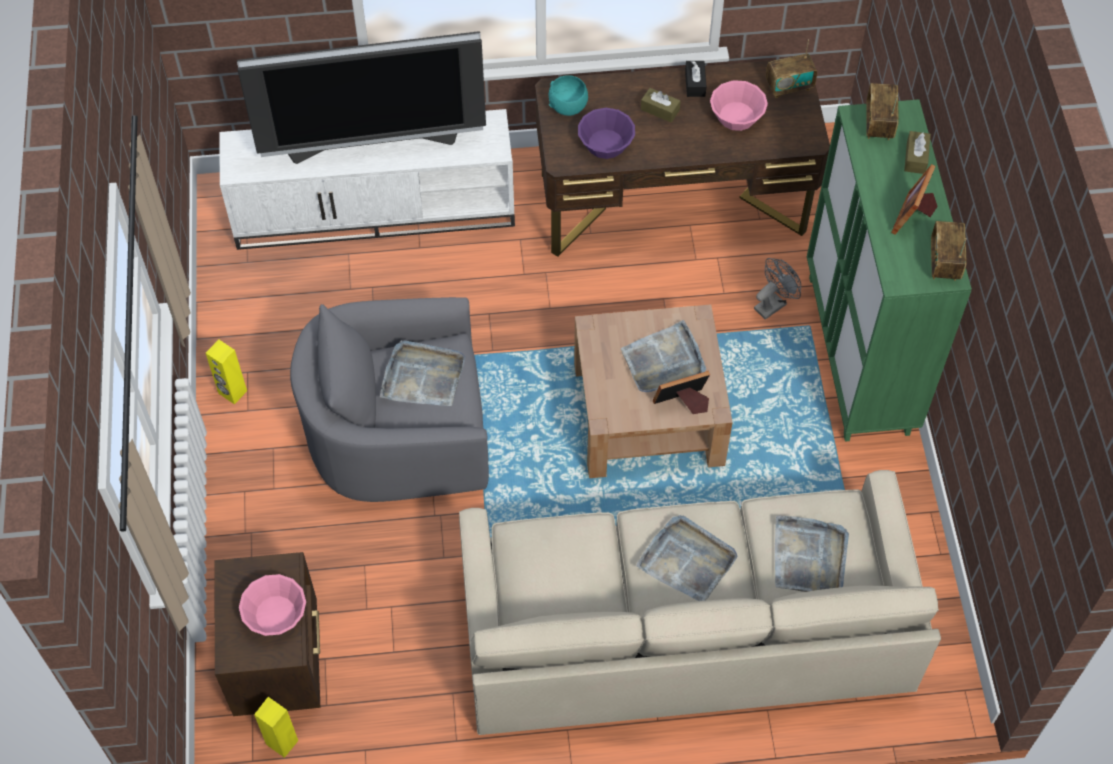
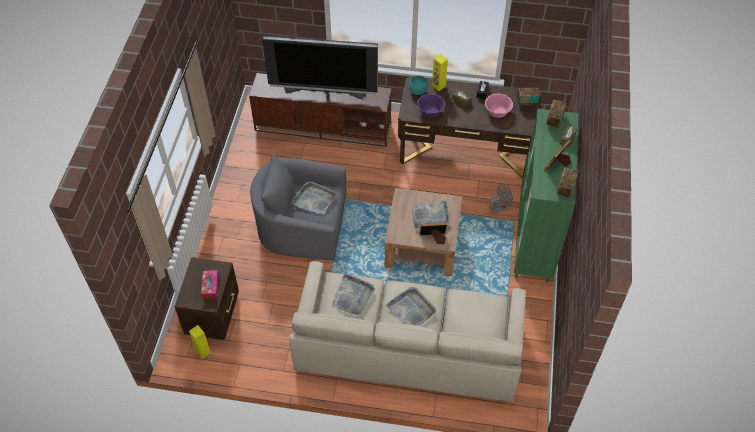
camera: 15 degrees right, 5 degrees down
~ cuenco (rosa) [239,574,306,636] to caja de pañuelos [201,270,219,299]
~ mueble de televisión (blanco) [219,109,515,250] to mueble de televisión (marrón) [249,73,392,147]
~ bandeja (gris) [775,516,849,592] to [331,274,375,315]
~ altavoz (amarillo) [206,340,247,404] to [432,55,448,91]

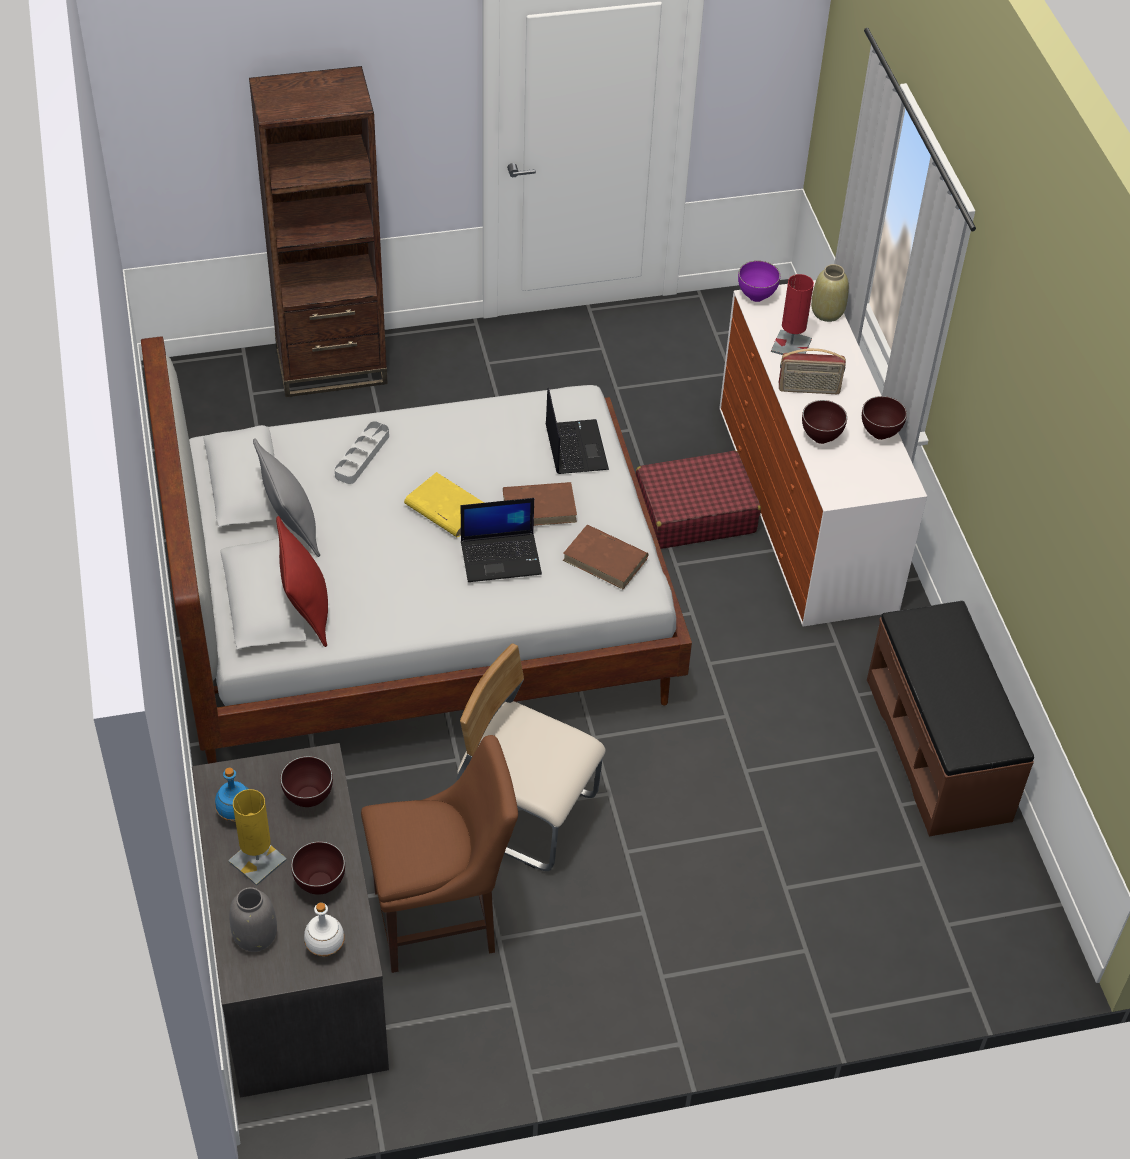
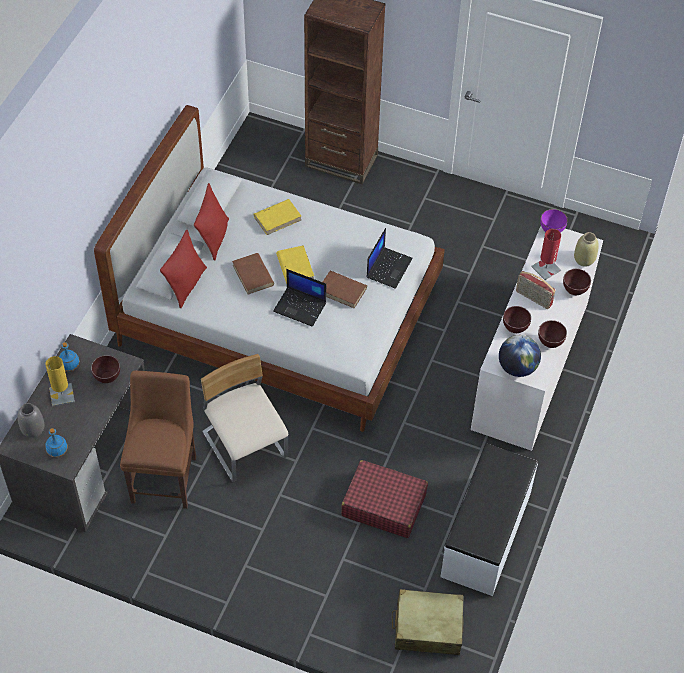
camera: 35 degrees right, 5 degrees up
~ botella (blanco) [304,902,344,957] to botella (azul) [45,428,68,457]
~ silla (marrón) [361,735,518,973] = [120,371,196,509] 105 degrees counterclockwise
~ cojín (gris) [253,438,320,557] to cojín (rojo) [194,184,229,261]
~ libro (marrón) [563,525,648,589] to [232,253,274,294]
~ bandeja (gris) [335,421,389,484] to libro (amarillo) [253,199,301,235]
~ maleta (rojo) [636,451,761,549] to [341,460,428,538]
+ maleta (beis) [392,589,464,655]
~ banco (marrón) [867,601,1034,836] to banco (blanco) [440,443,538,596]
+ globo terráqueo [499,335,541,377]
~ cuenco (marrón) [291,841,345,895] to [563,269,591,295]

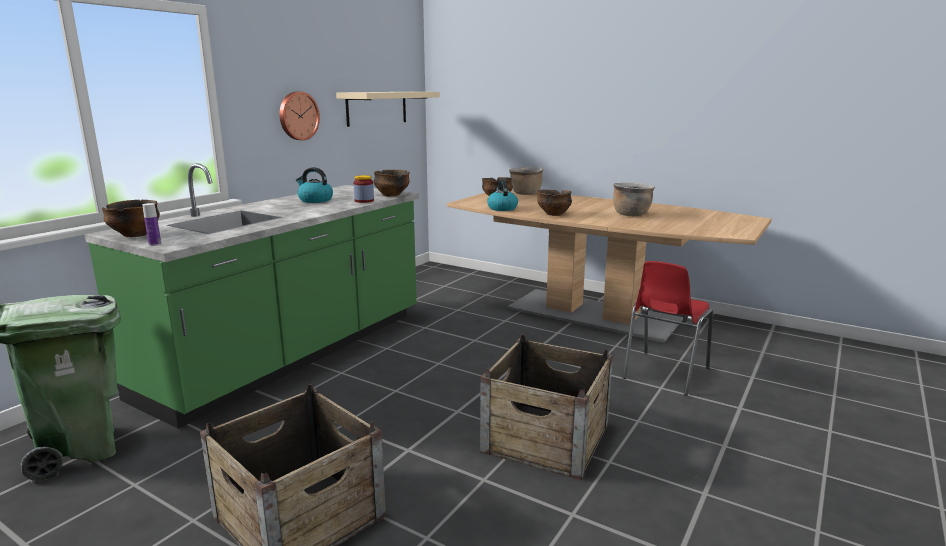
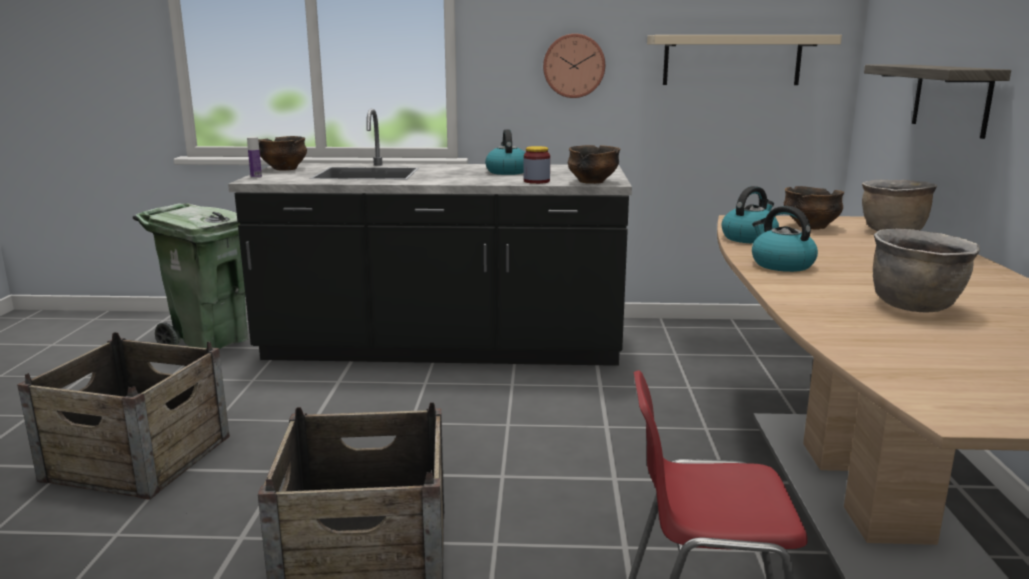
camera: 60 degrees right, 0 degrees up
~ mueble bajo de cocina (verde) [84,163,419,429] to mueble bajo de cocina (negro) [228,108,632,366]
~ cuenco [537,190,572,216] to hervidor [752,206,818,272]
+ estante [864,65,1011,139]

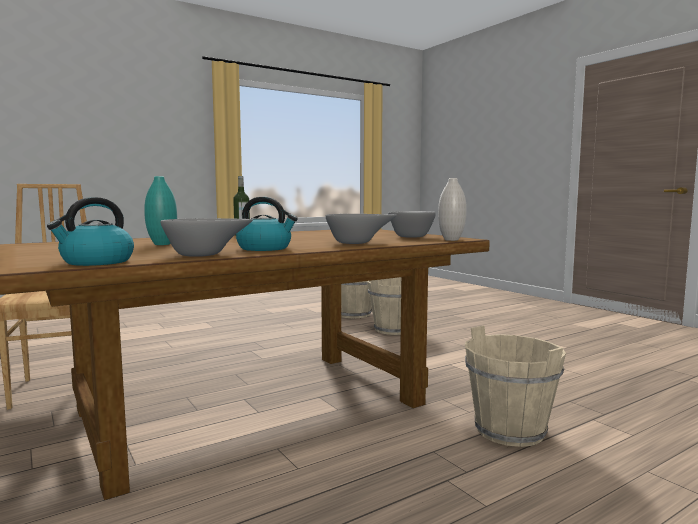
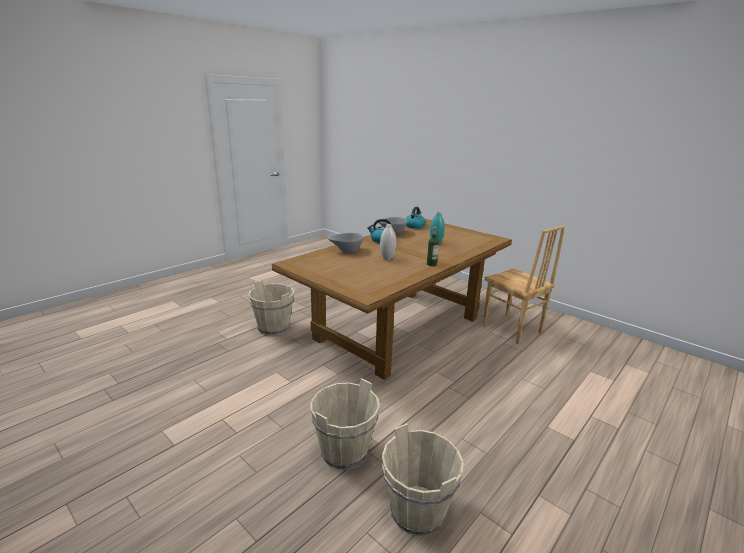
camera: 165 degrees right, 15 degrees up
~ florero (blanco) [438,178,467,241] to [380,224,396,260]
- cuenco (gris) [388,211,436,238]

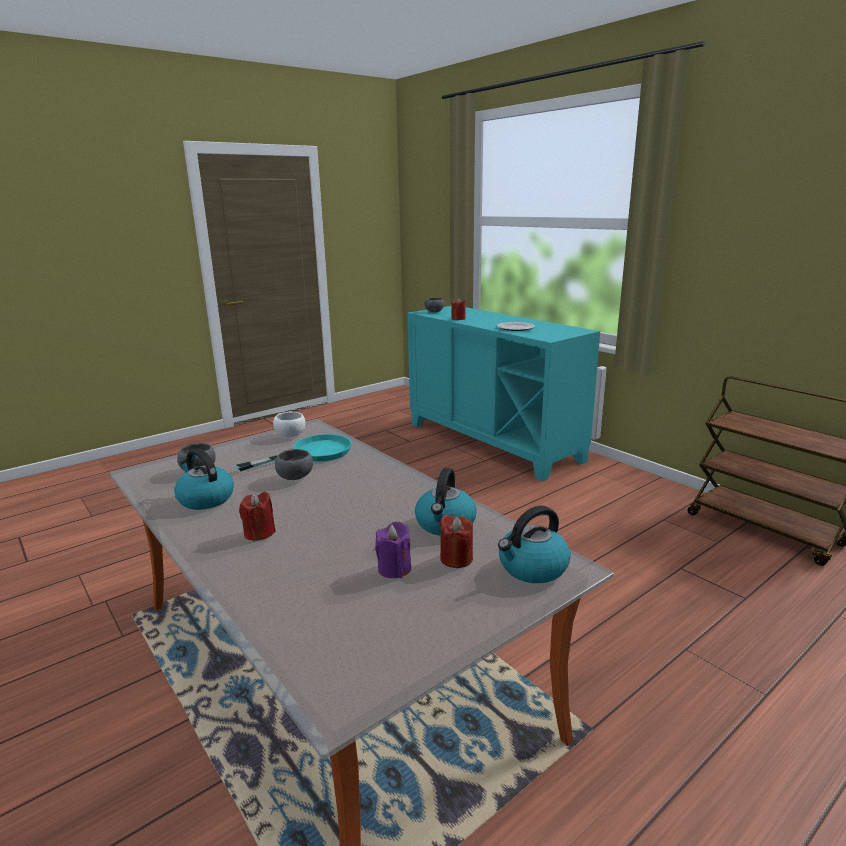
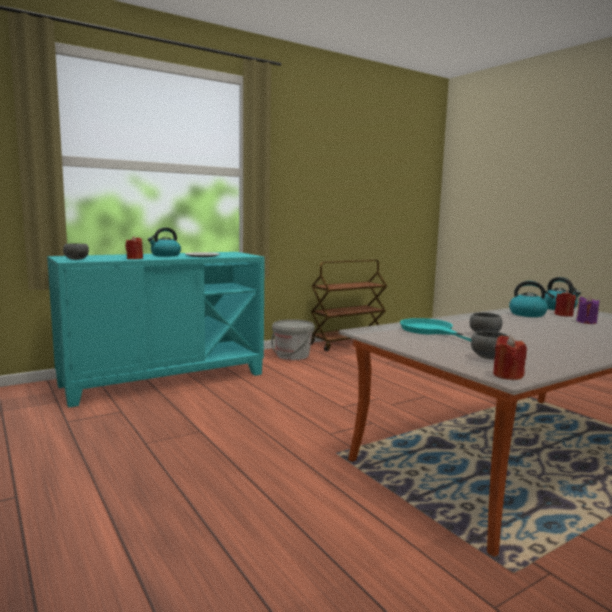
camera: 85 degrees left, 10 degrees down
~ hervidor [174,449,234,510] to [147,227,181,257]
+ cubo (gris) [271,319,315,360]
~ vela (rojo) [239,492,276,541] to [493,335,527,380]
- cuenco (blanco) [273,412,305,437]

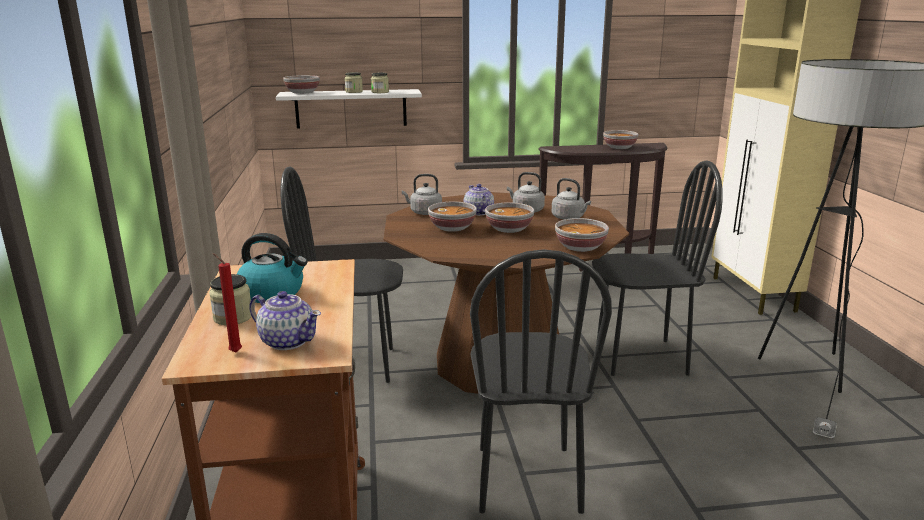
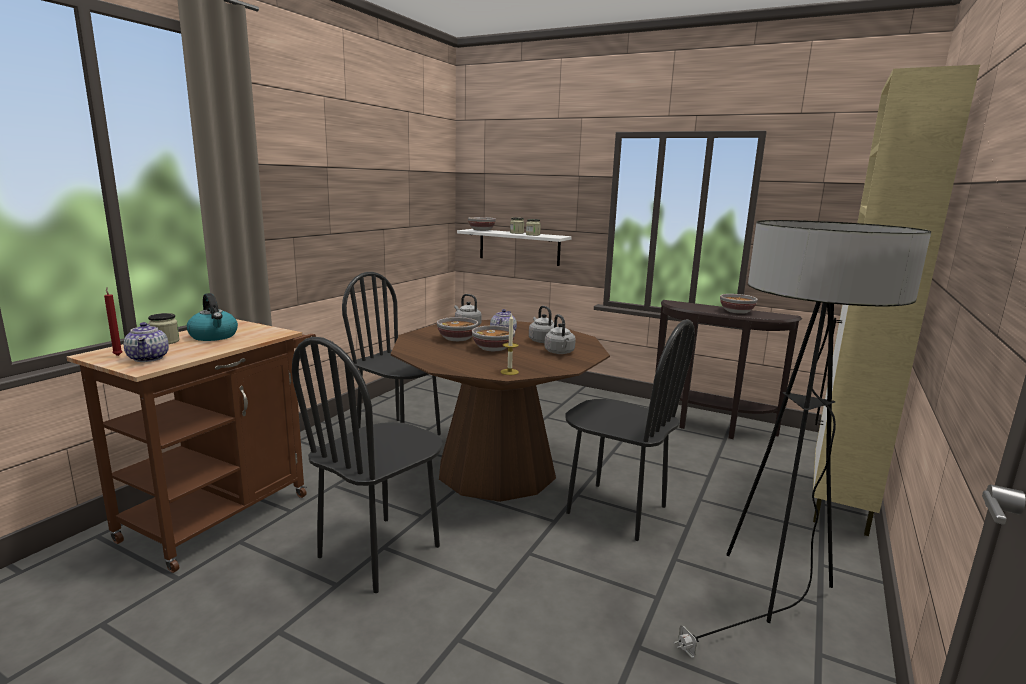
camera: 35 degrees right, 5 degrees down
~ cuenco [555,218,609,252] to vela [501,314,519,375]

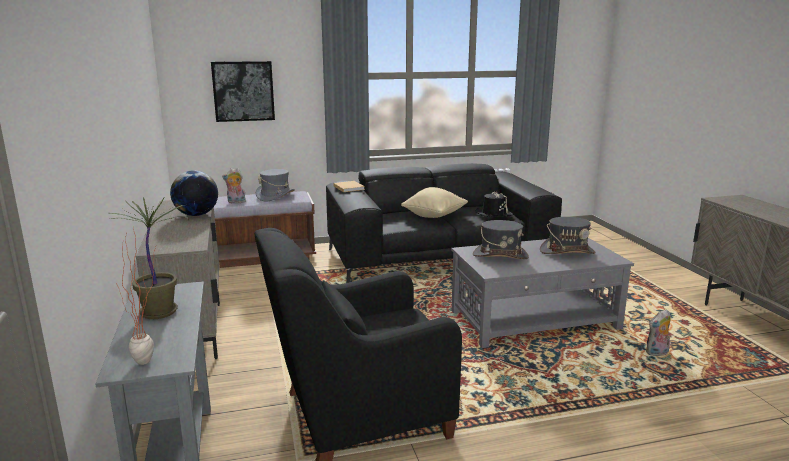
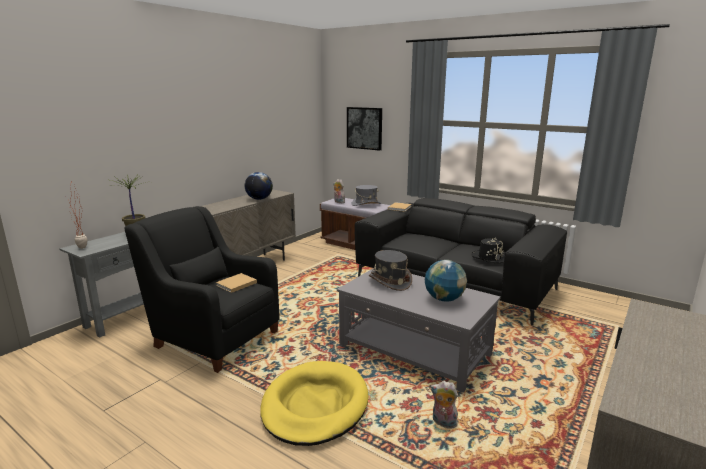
camera: 50 degrees right, 0 degrees up
+ libro (beis) [216,273,257,293]
+ cama para perro (amarillo) [260,361,369,446]
~ sombrero (gris) [540,217,596,254] to globo terráqueo [425,260,467,301]
- cojín (beis) [401,187,468,218]

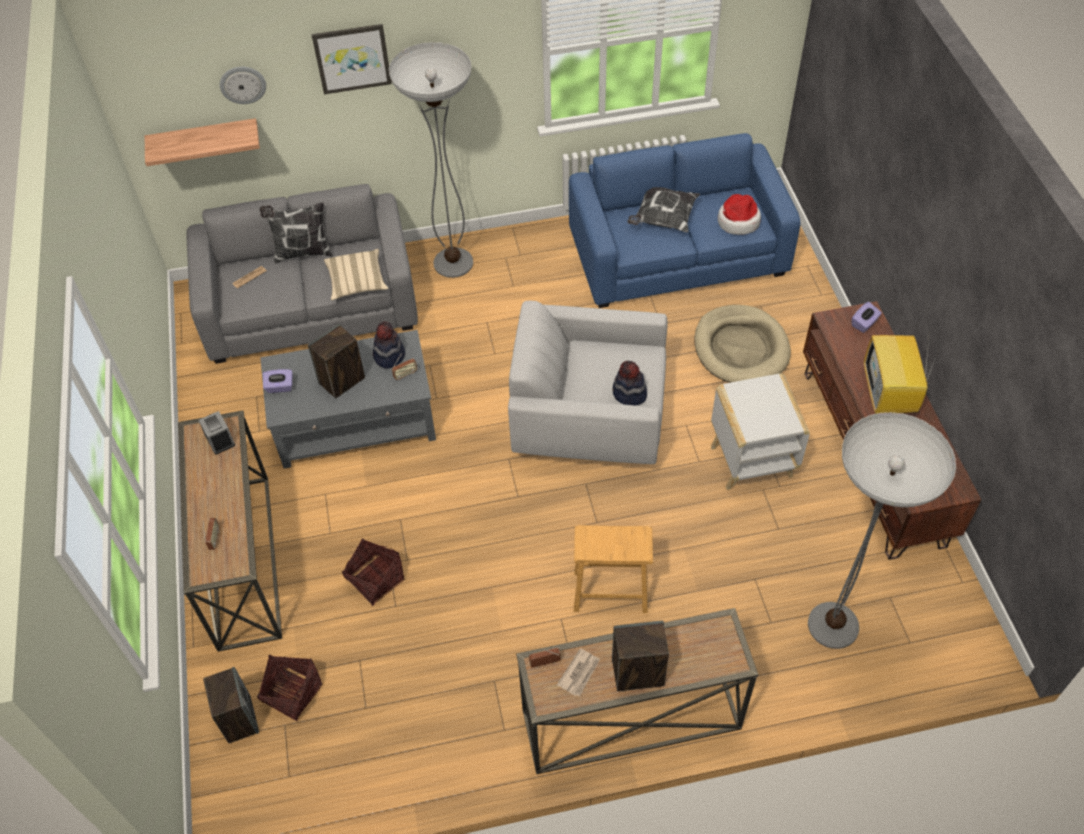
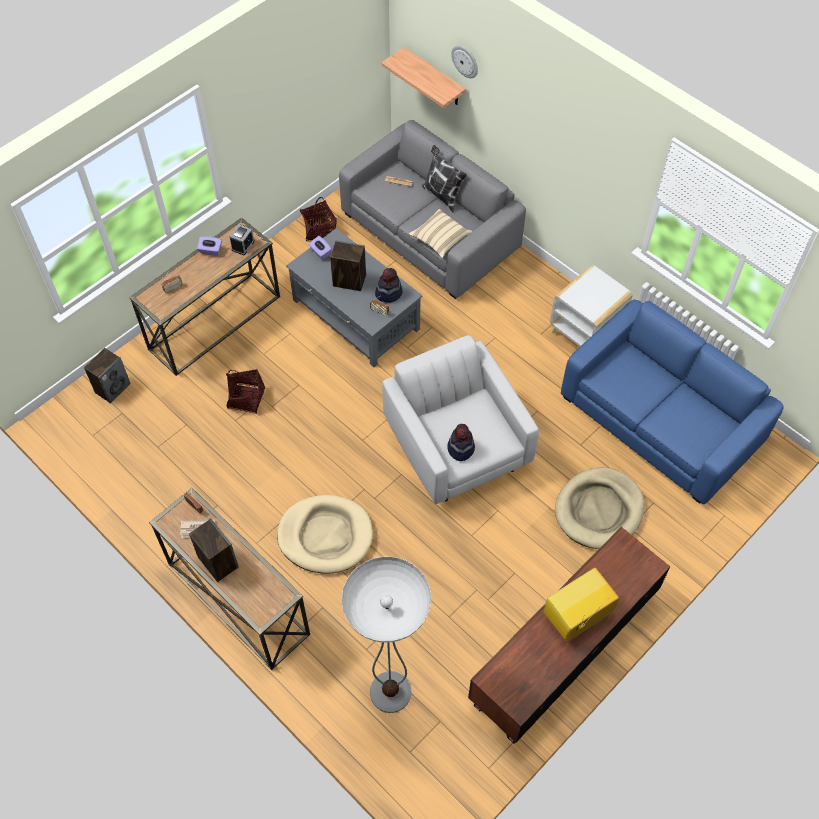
camera: 55 degrees right, 5 degrees up
~ caja de pañuelos (morado) [852,302,882,333] to [197,236,222,256]
~ taburete (marrón) [574,525,653,613] to cama para perro (beis) [277,495,373,574]
~ cesta [257,655,322,722] to [300,197,337,241]
~ mesa auxiliar (blanco) [711,373,810,490] to [550,265,633,346]
- cuadro [312,24,392,94]
- lámpara de pie [389,42,473,278]
- cojín [627,187,700,232]
- sombrero [718,194,761,235]

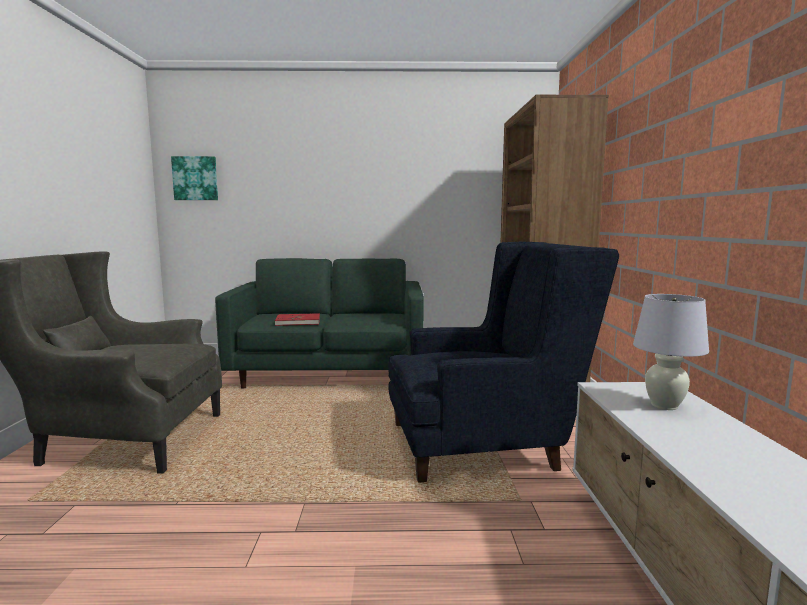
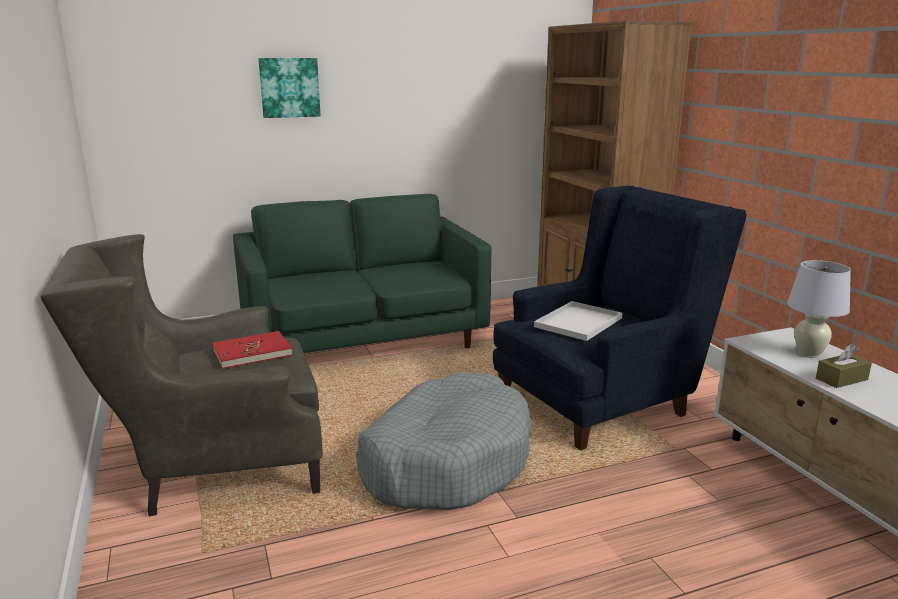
camera: 20 degrees left, 10 degrees up
~ libro (rojo) [275,313,320,326] to [212,331,293,369]
~ cuadro [171,156,218,200] to [258,58,321,118]
+ cama para perro (gris) [356,372,533,510]
+ bandeja (blanco) [534,301,623,341]
+ caja de pañuelos (marrón) [816,344,872,388]

